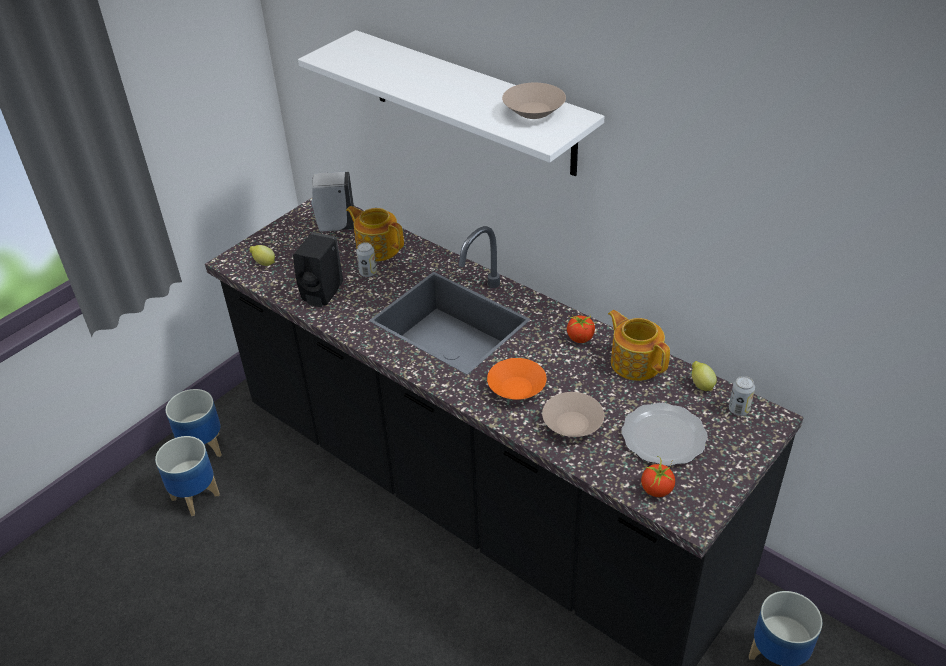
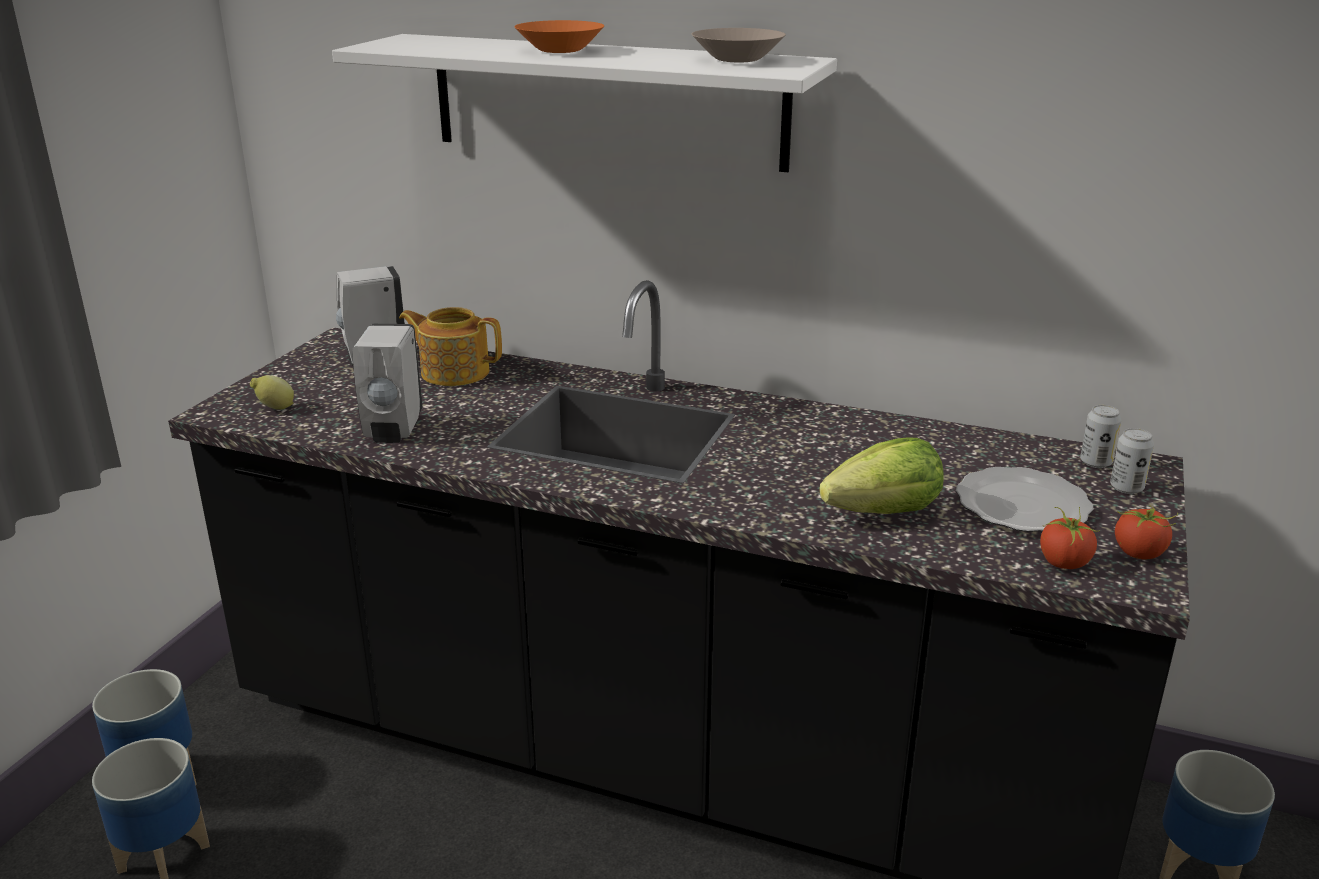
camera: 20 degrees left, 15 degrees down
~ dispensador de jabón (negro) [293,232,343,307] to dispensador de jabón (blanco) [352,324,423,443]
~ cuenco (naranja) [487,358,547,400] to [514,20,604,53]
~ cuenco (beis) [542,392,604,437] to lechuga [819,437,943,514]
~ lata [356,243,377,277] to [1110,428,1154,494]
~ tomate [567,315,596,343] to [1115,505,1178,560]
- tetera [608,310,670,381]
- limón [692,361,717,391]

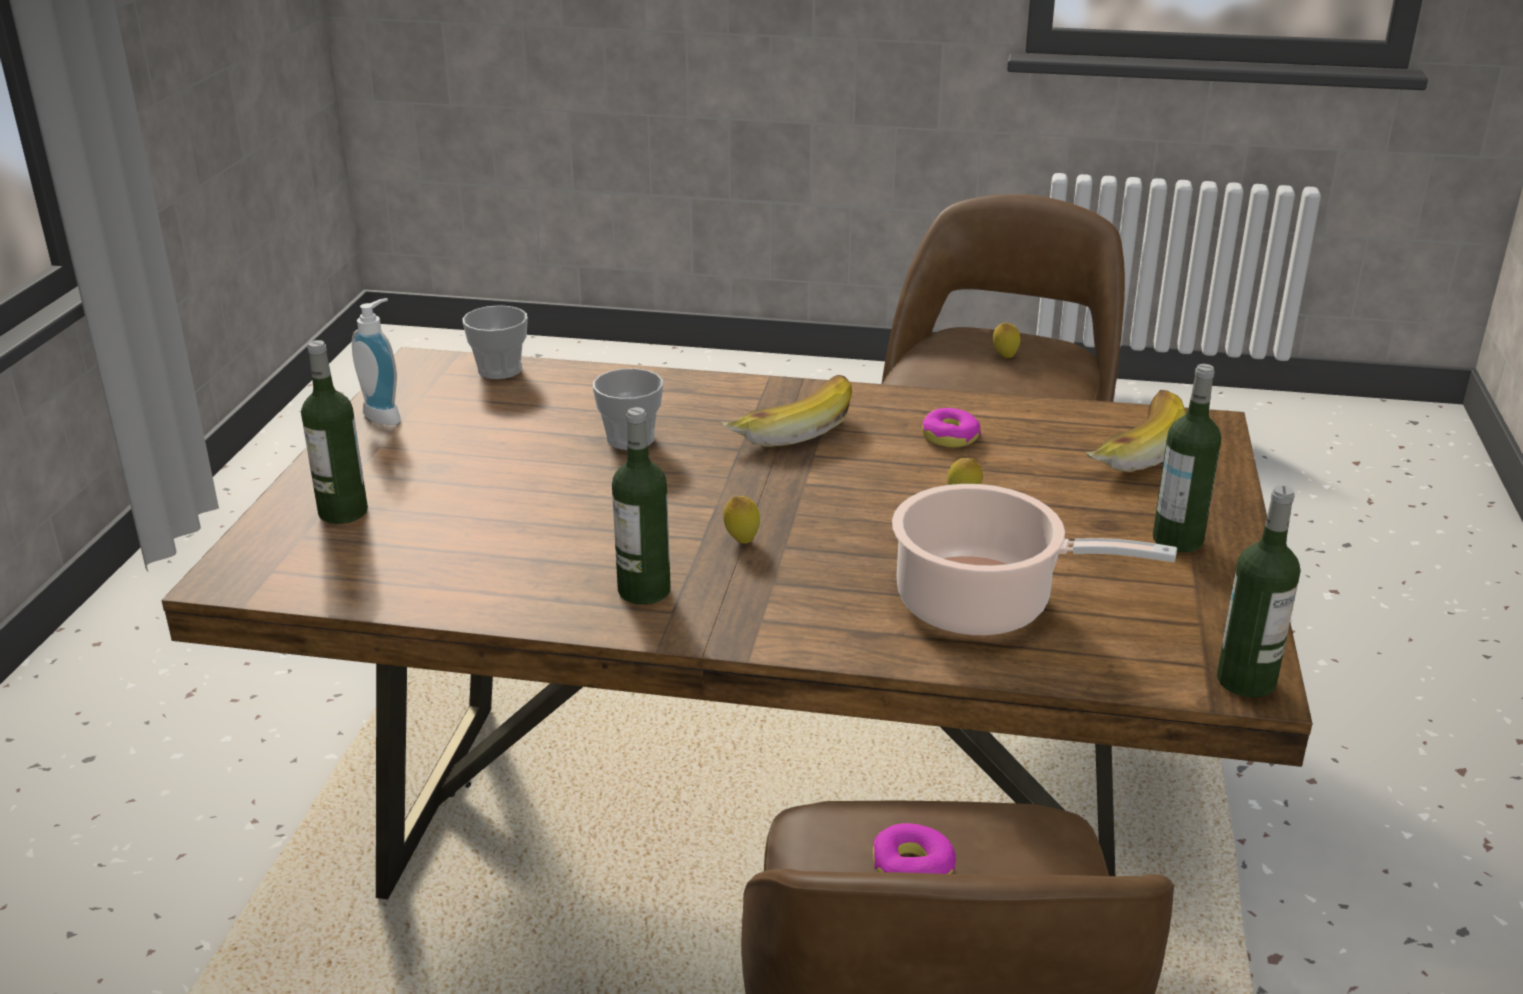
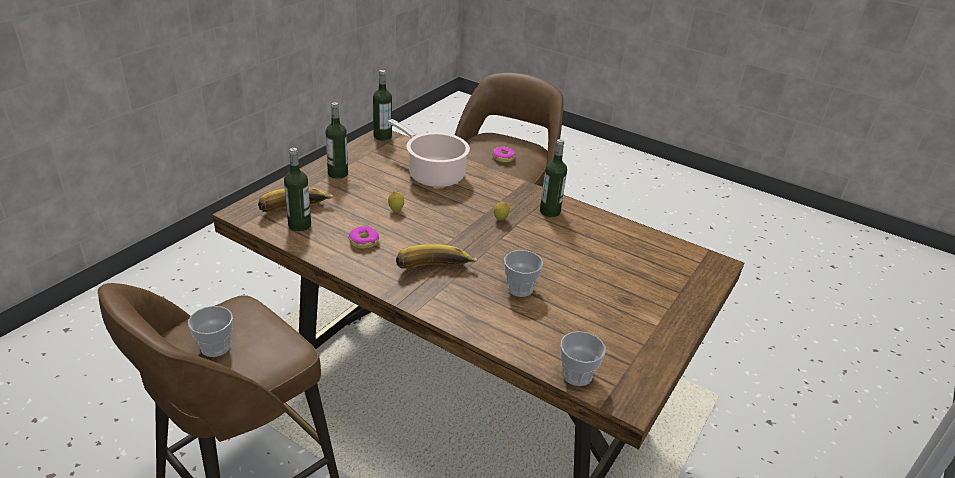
camera: 160 degrees left, 5 degrees up
~ limón [993,323,1020,358] to taza [188,306,233,357]
~ botella [301,340,368,524] to [284,148,311,231]
- dispensador de jabón [352,298,401,425]

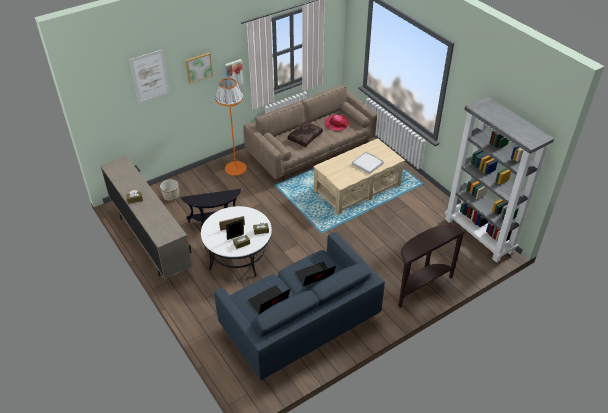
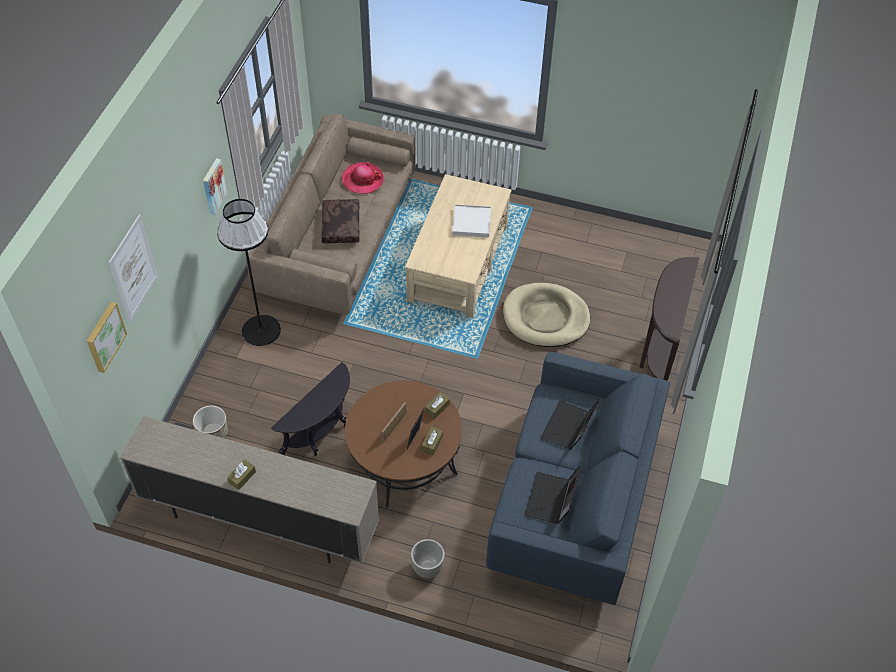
camera: 40 degrees left, 10 degrees up
~ cuadro [186,52,213,84] to [87,302,127,373]
~ lámpara de pie (naranja) [215,78,247,176] to lámpara de pie (negro) [217,199,281,346]
~ mesa de centro (blanco) [201,206,272,277] to mesa de centro (marrón) [345,381,462,508]
+ maceta (gris) [411,539,445,578]
+ cama para perro (beis) [503,283,590,347]
- estantería (gris) [445,96,554,263]

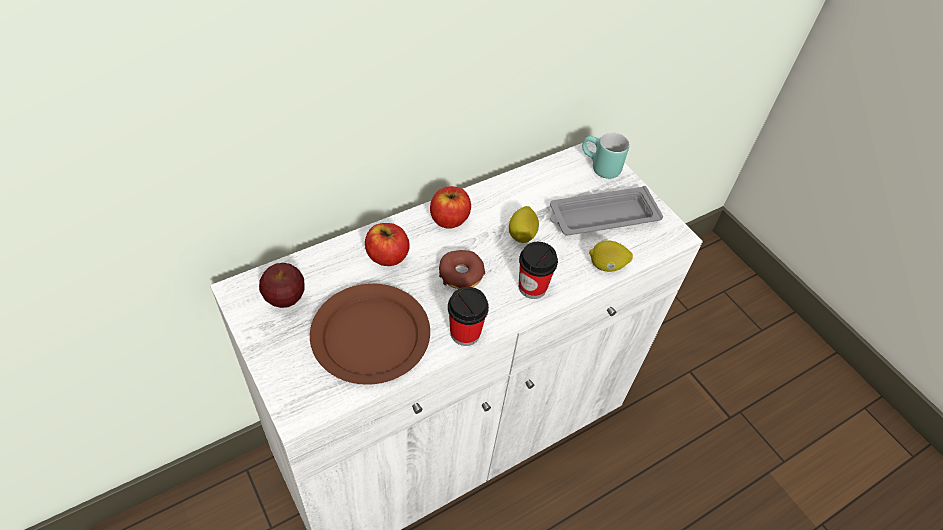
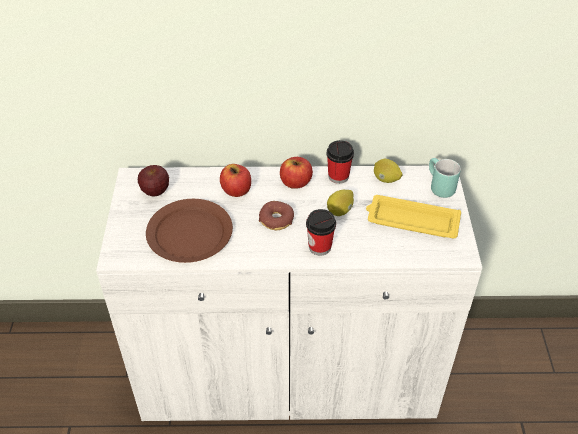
camera: 35 degrees right, 5 degrees down
~ taza [448,287,489,346] to [326,140,354,184]
~ bandeja (gris) [550,186,663,236] to bandeja (amarillo) [366,195,461,239]
~ limón [589,240,633,272] to [374,159,403,183]

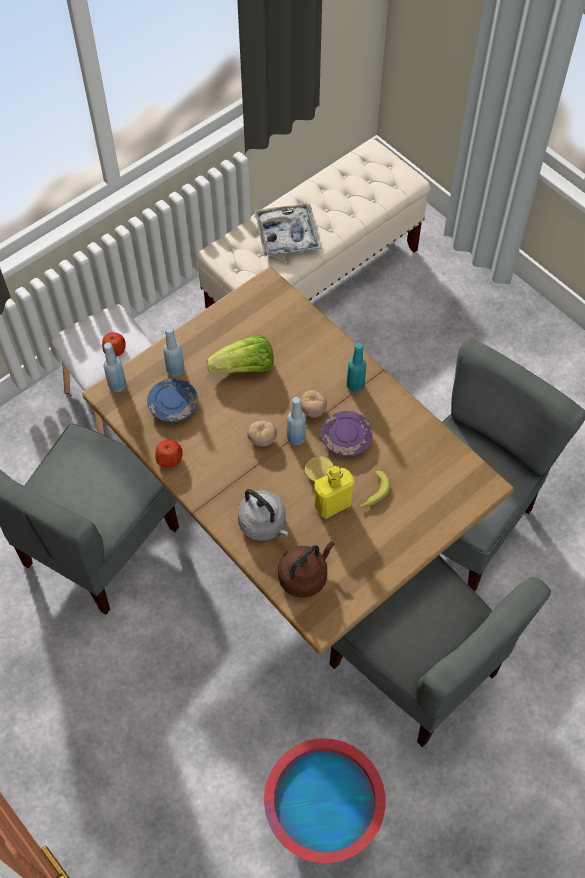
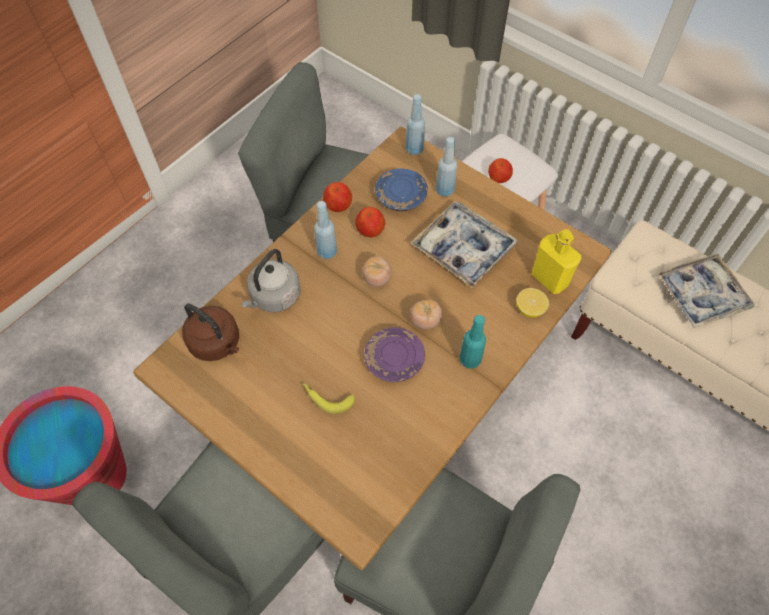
camera: 80 degrees right, 0 degrees up
~ botella (azul) [287,397,306,445] to [314,201,337,259]
+ manzana [355,207,385,237]
~ lechuga [207,335,274,374] to bandeja [410,201,519,288]
~ limón [305,456,334,483] to [516,288,549,318]
~ botella (amarillo) [314,466,354,519] to [531,229,581,294]

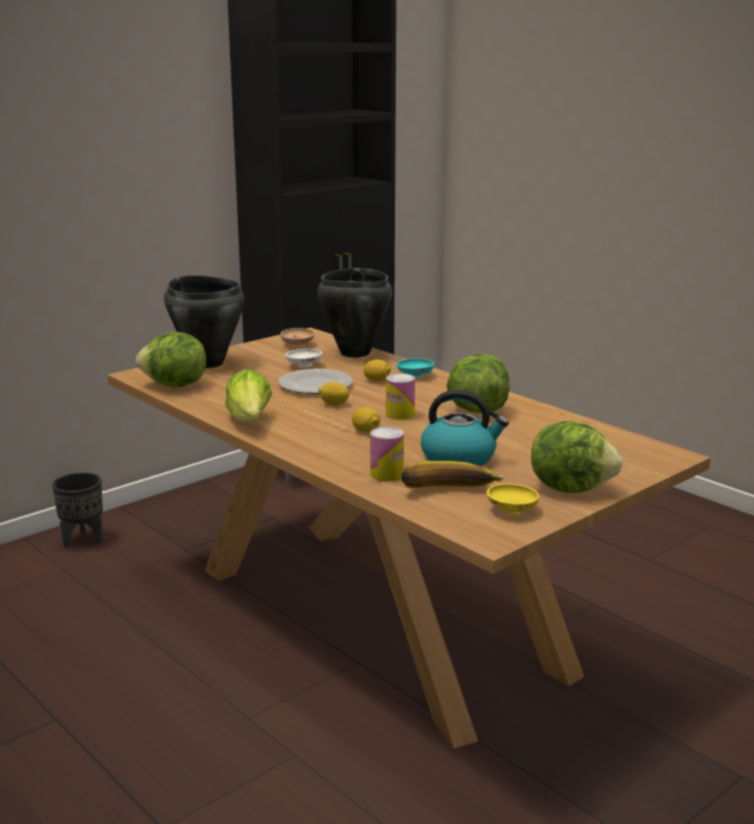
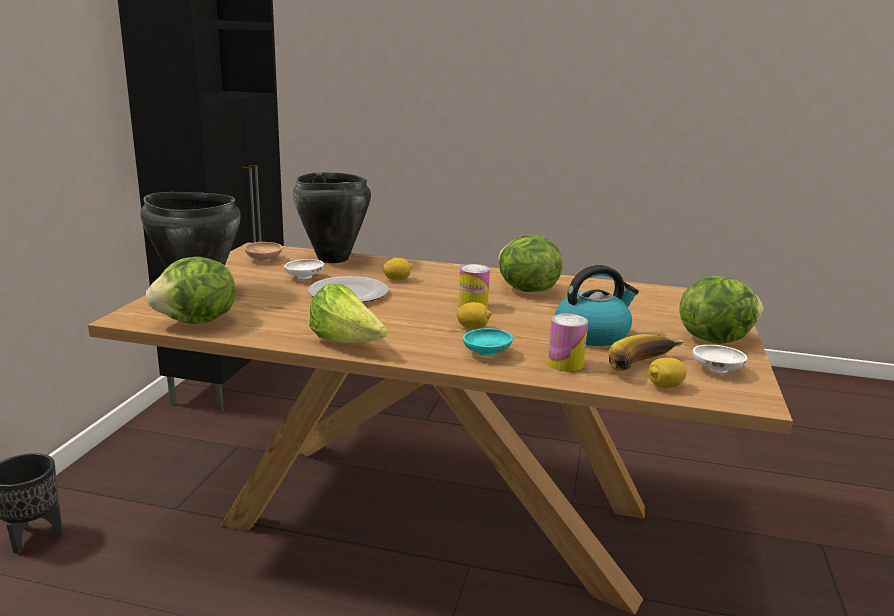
camera: 35 degrees left, 0 degrees up
~ cuenco (turquesa) [397,359,434,377] to [463,328,513,356]
~ limón [318,382,349,405] to [648,358,687,388]
~ cuenco (amarillo) [487,484,539,514] to cuenco (blanco) [693,345,747,373]

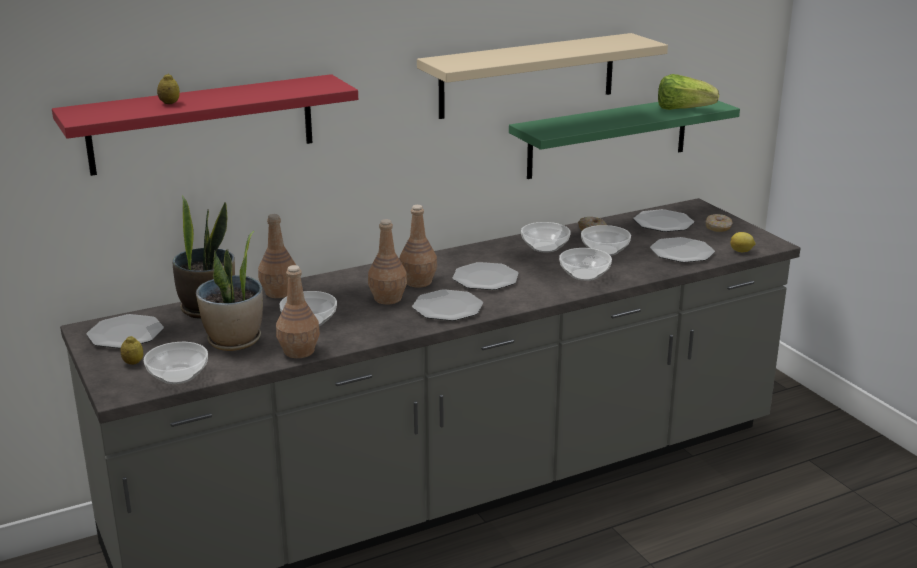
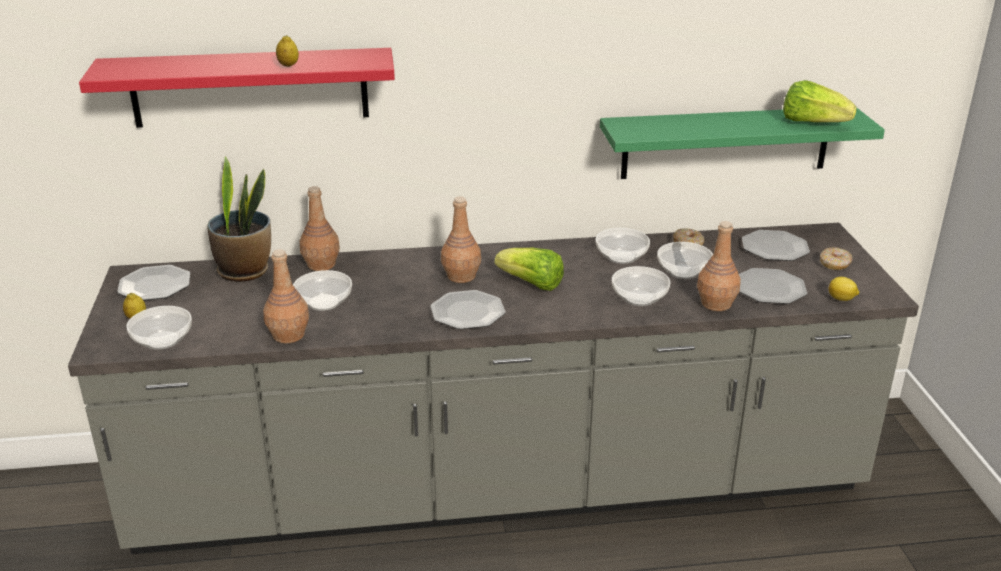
camera: 20 degrees right, 5 degrees up
~ limón [157,73,180,104] to [276,35,299,67]
~ plato [453,262,519,290] to lechuga [495,248,564,291]
~ botella (marrón) [368,219,407,304] to [697,221,741,311]
- planta en maceta [196,231,263,351]
- estante (beis) [417,33,668,119]

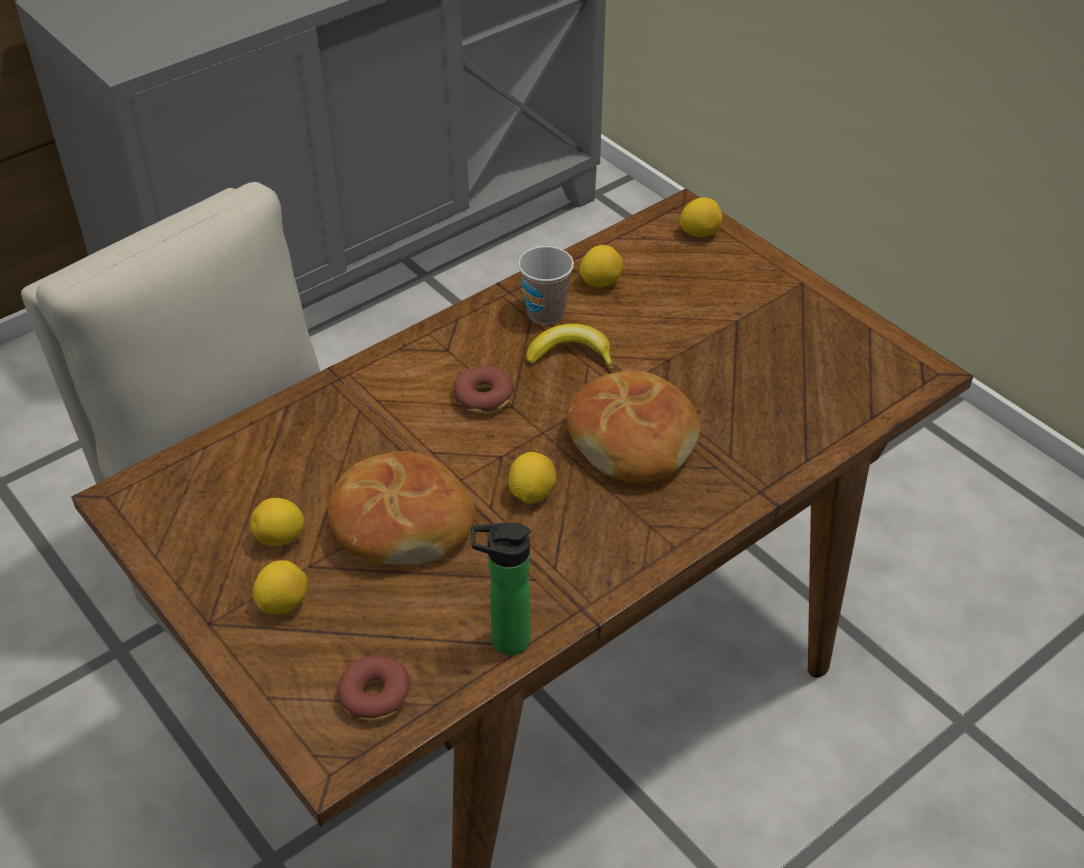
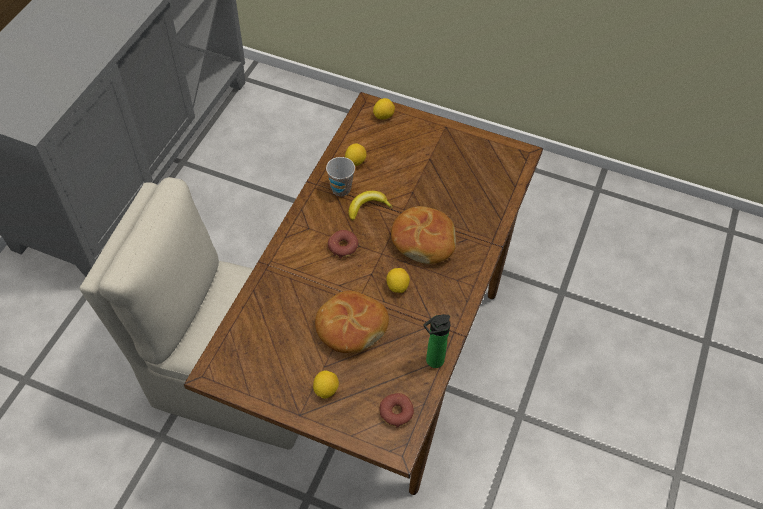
camera: 30 degrees left, 10 degrees up
- limón [250,498,304,546]

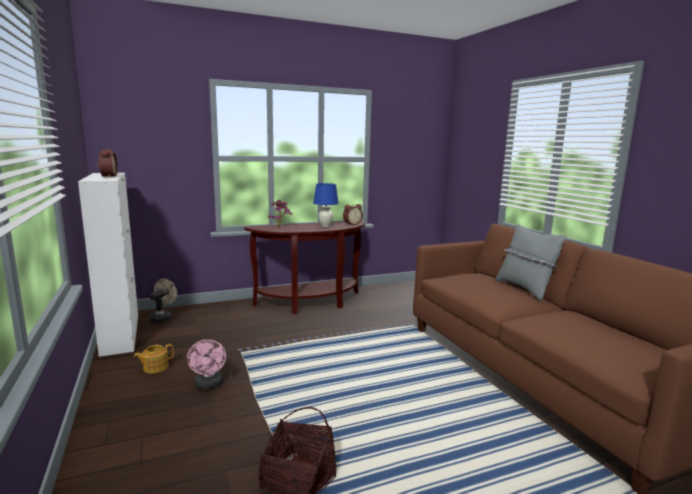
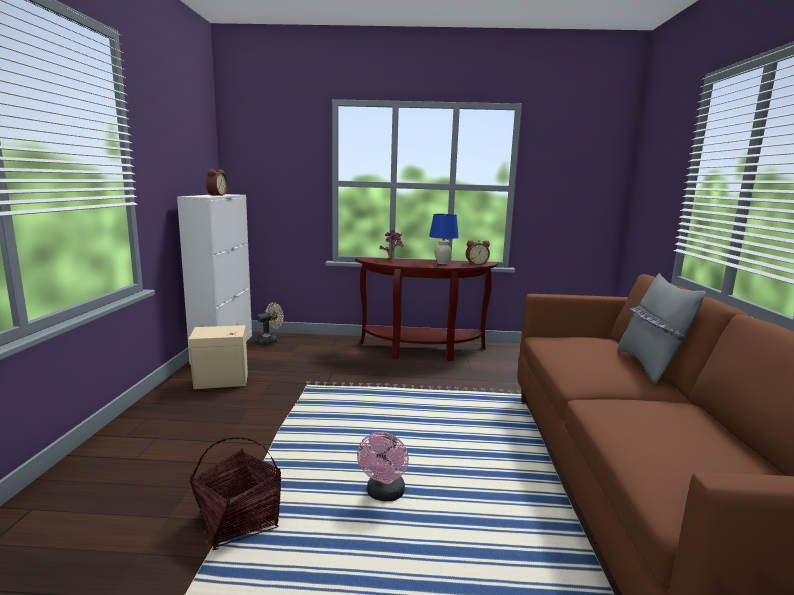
camera: 25 degrees right, 0 degrees up
~ tetera [134,344,174,373] to altavoz (beis) [188,323,248,389]
~ ventilador (rosa) [187,339,226,389] to [357,432,409,501]

